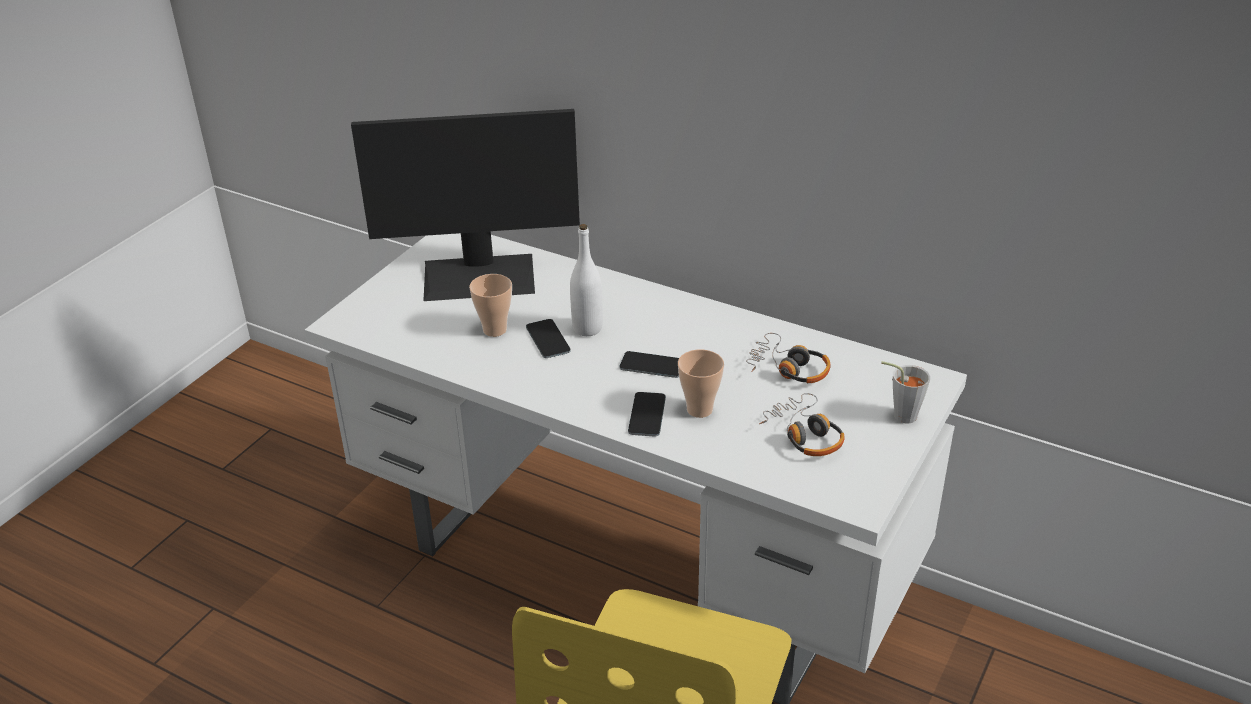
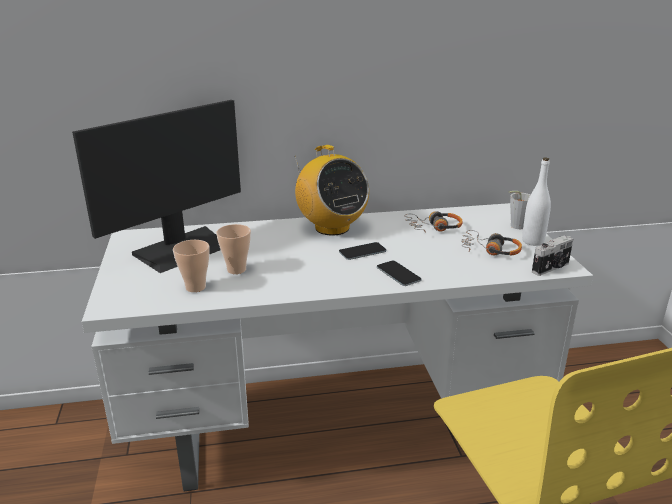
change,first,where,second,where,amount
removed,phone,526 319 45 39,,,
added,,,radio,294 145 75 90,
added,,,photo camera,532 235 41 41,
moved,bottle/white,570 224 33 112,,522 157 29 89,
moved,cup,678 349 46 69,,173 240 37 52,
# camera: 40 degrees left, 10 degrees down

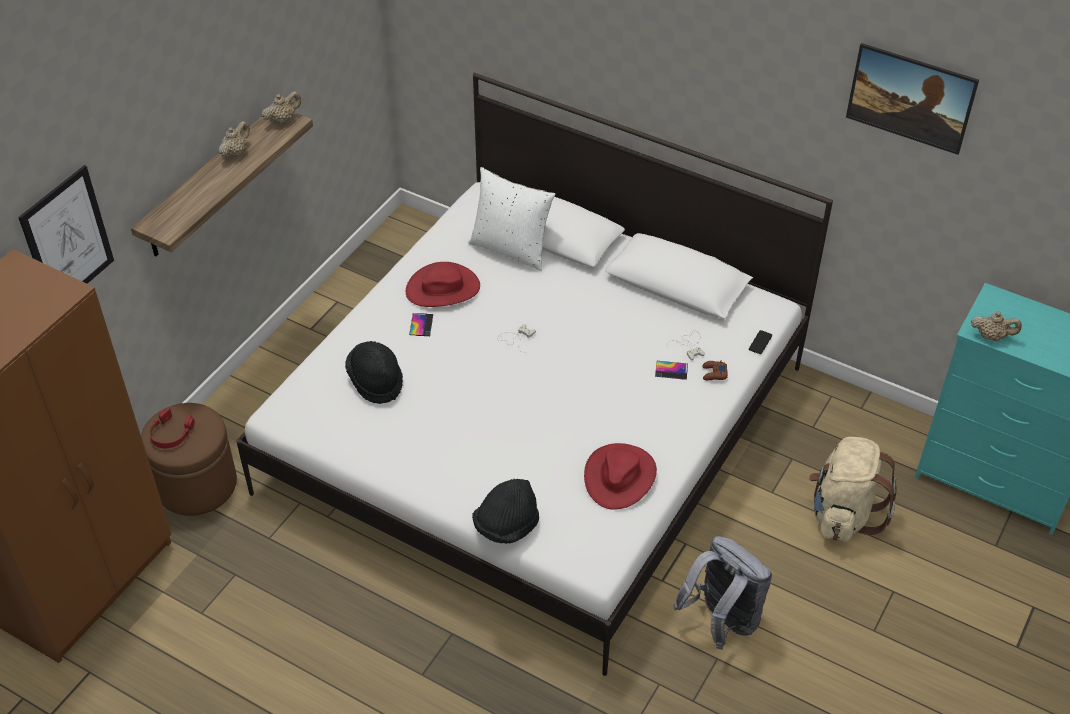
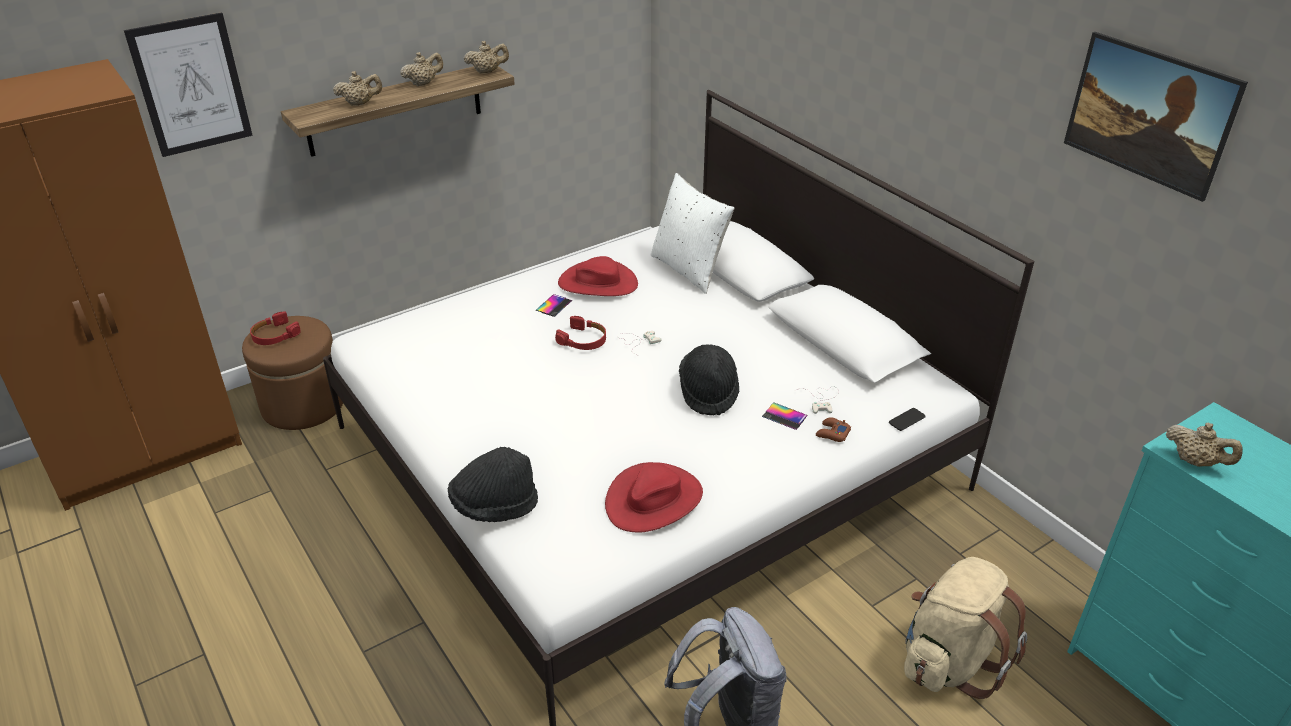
change,first,where,second,where,amount
added,,,teapot/beige,333 71 49 35,
added,,,headphones/red,555 316 51 34,
moved,hat/black,345 341 58 63,,679 344 61 71,
# camera: 25 degrees right, 10 degrees down

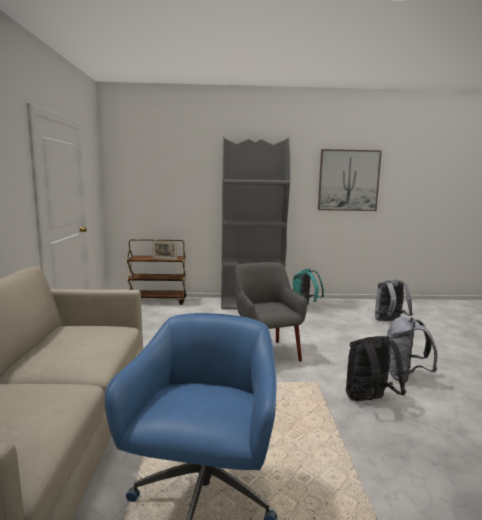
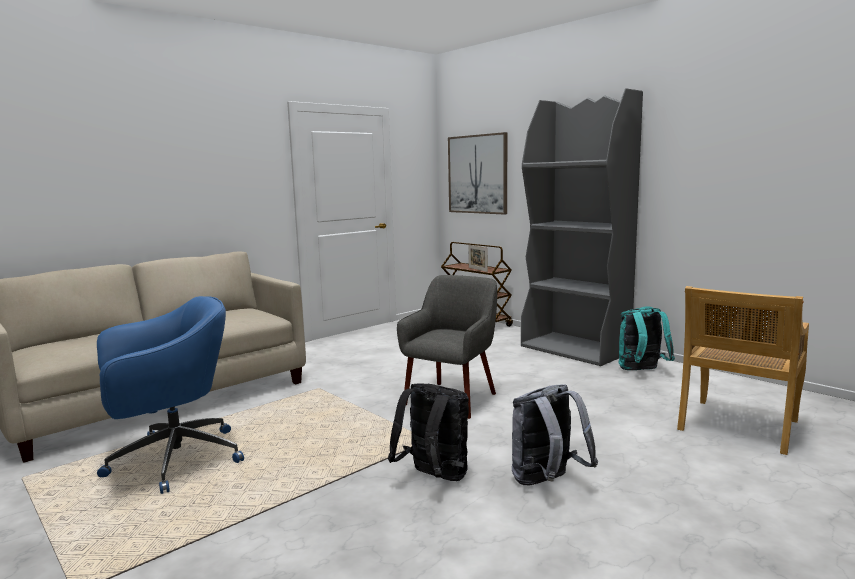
change,first,where,second,where,amount
moved,picture,318 149 64 62,,448 132 59 82,
replaced,backpack/grey,375 280 38 41,chair/beige,677 286 132 169,
# camera: 50 degrees right, 0 degrees up

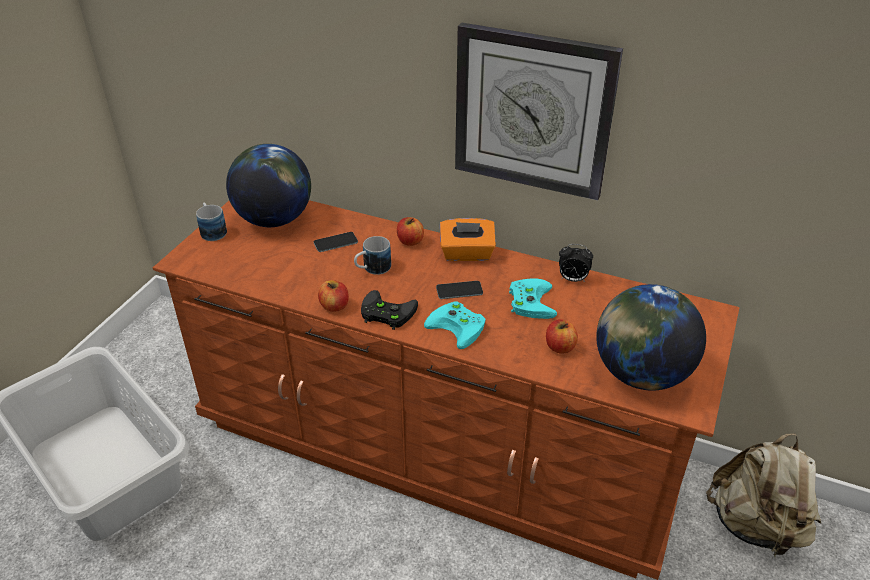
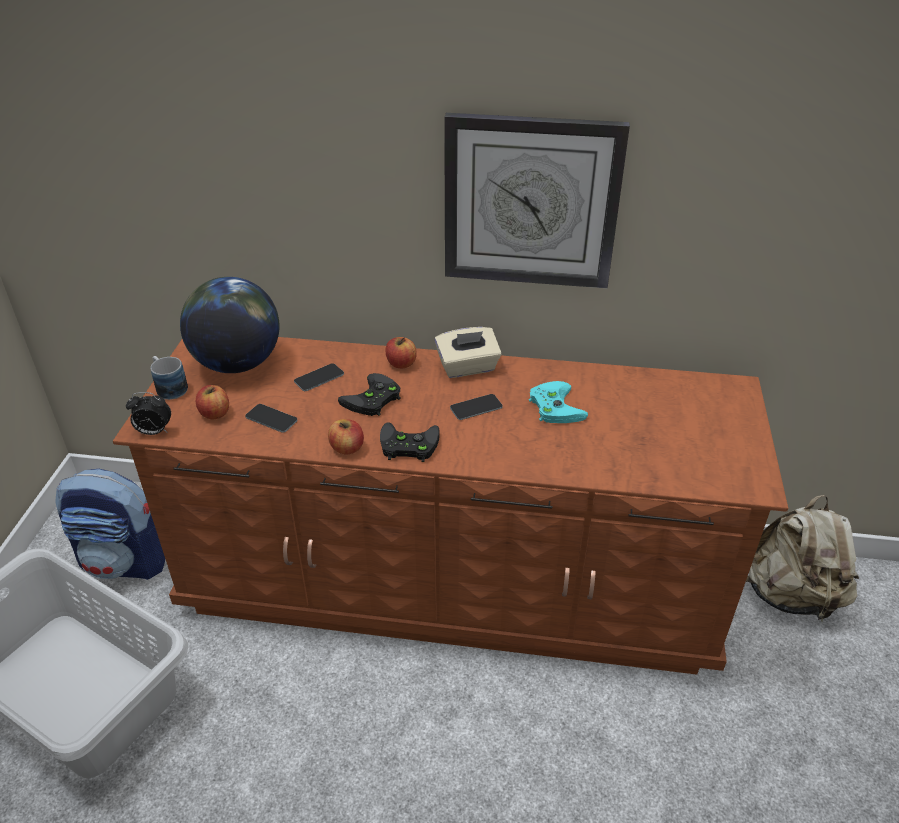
change,first,where,second,where,amount
removed,game controller/turquoise,424 301 62 48,,,
removed,globe,596 284 110 107,,,
added,,,backpack,55 469 110 111,
added,,,phone,245 404 52 29,
moved,apple,546 319 32 35,,196 385 33 35,
moved,alarm clock,559 244 34 38,,126 392 45 43,
replaced,mug,354 236 37 39,game controller/black,338 373 63 43,
recoloured,tissue box/orange,440 218 56 43,tissue box/beige,435 327 67 51,
# camera: 15 degrees left, 0 degrees up

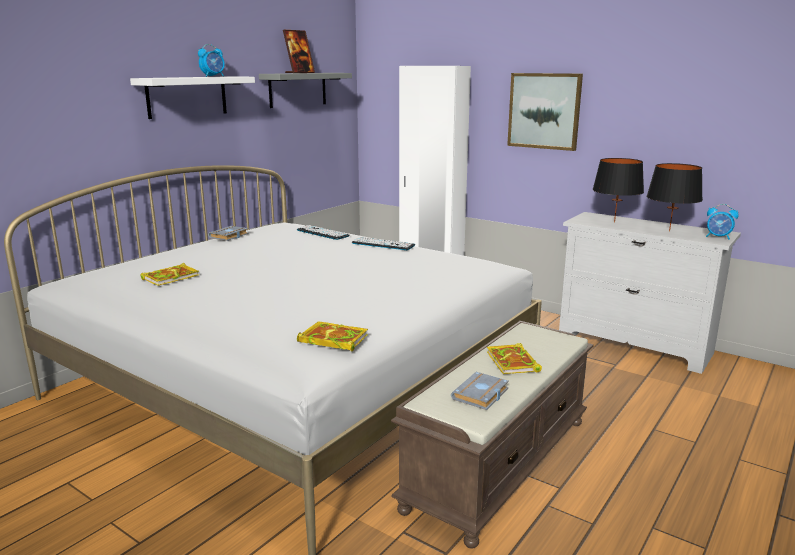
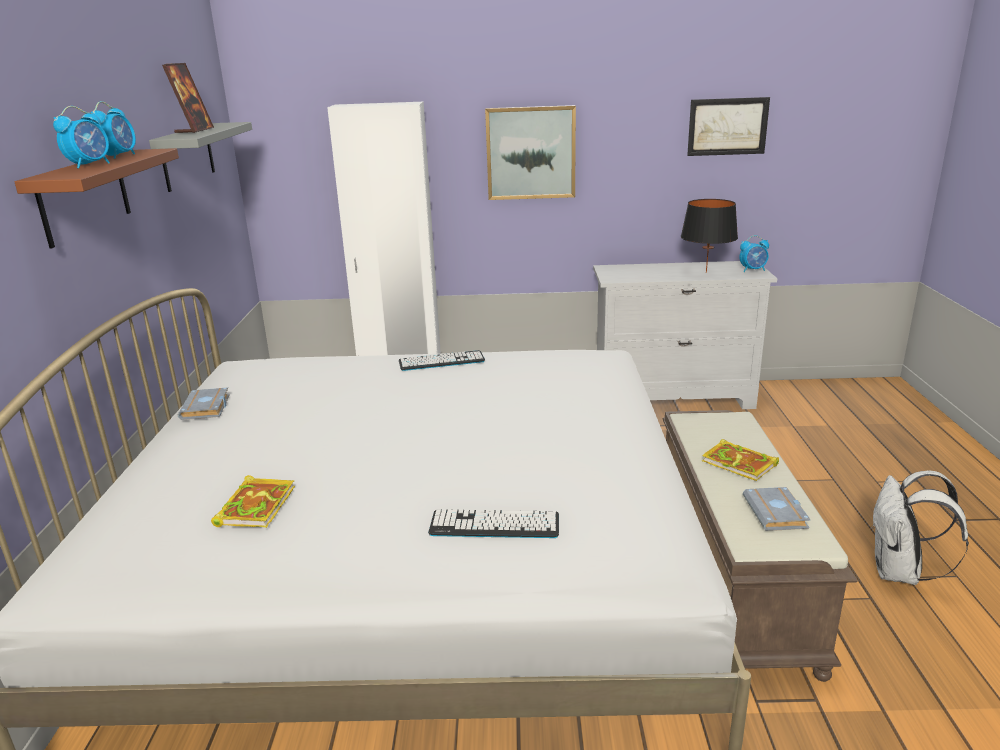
change,first,where,second,where,amount
removed,book,297 321 71 30,,,
removed,table lamp/black,592 158 52 64,,,
added,,,alarm clock,53 106 57 63,
added,,,picture,687 97 83 59,
added,,,backpack/white,871 470 98 115,
moved,keyboard,297 225 52 15,,428 509 131 29,
recoloured,shelf/white,130 76 125 43,shelf/brown,14 148 165 101,
# camera: 35 degrees left, 5 degrees up

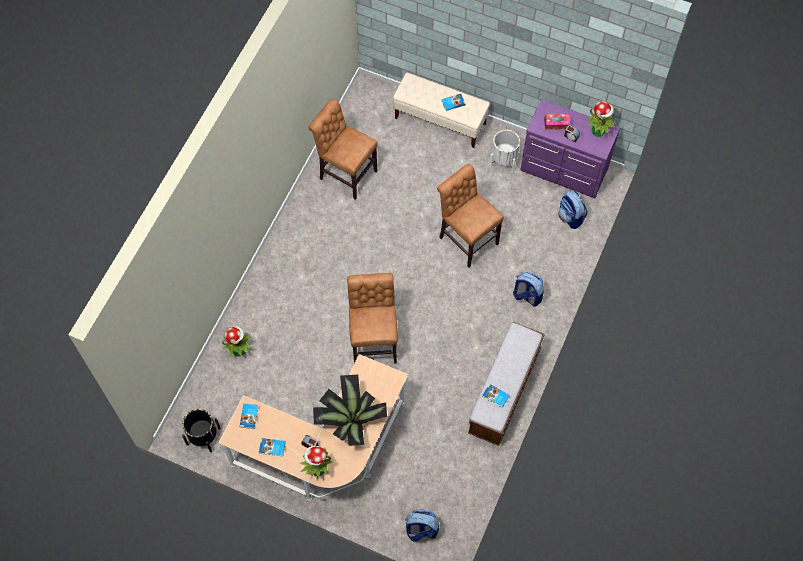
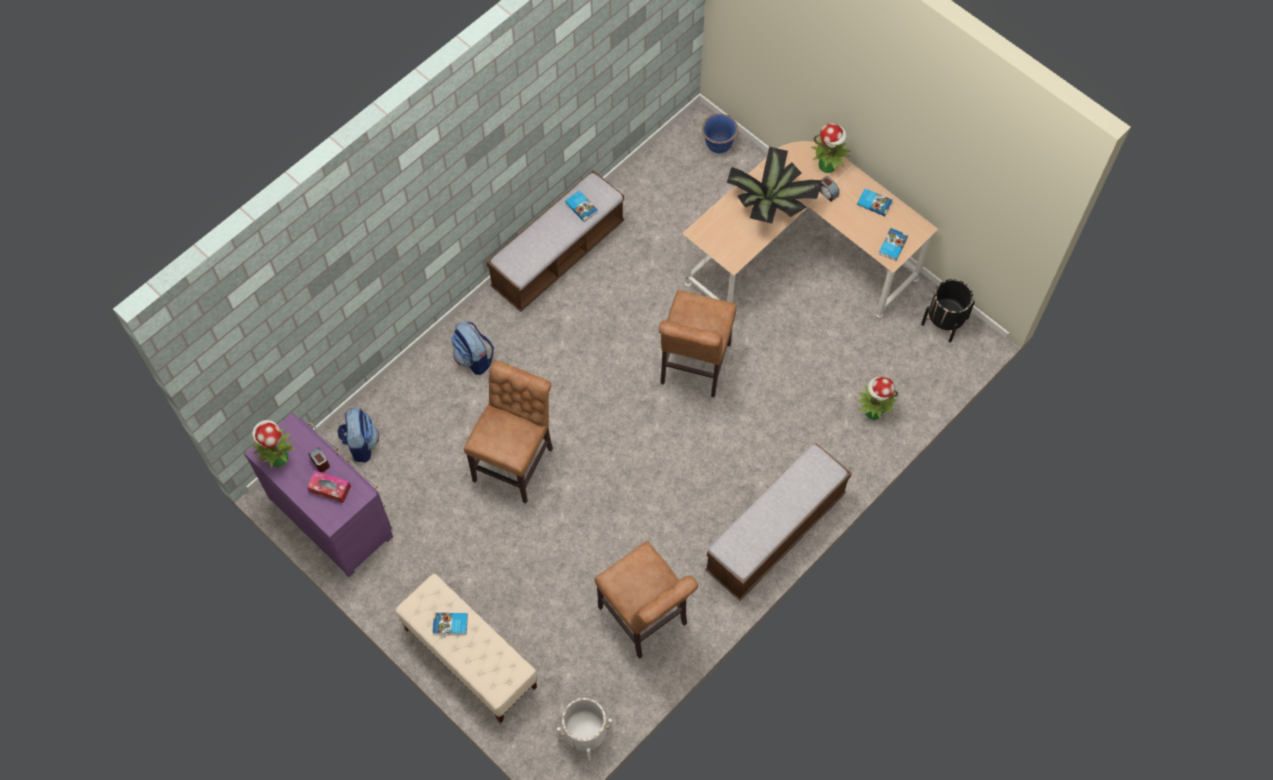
change,first,where,second,where,amount
added,,,bench,705 443 147 158,
moved,planter/white,490 130 30 43,,557 698 55 63,
replaced,backpack,405 509 34 33,planter/blue,702 114 36 39,
turned,chair/brown,437 164 67 104,,464 361 89 143,135 degrees counterclockwise
# camera: 160 degrees left, 0 degrees up

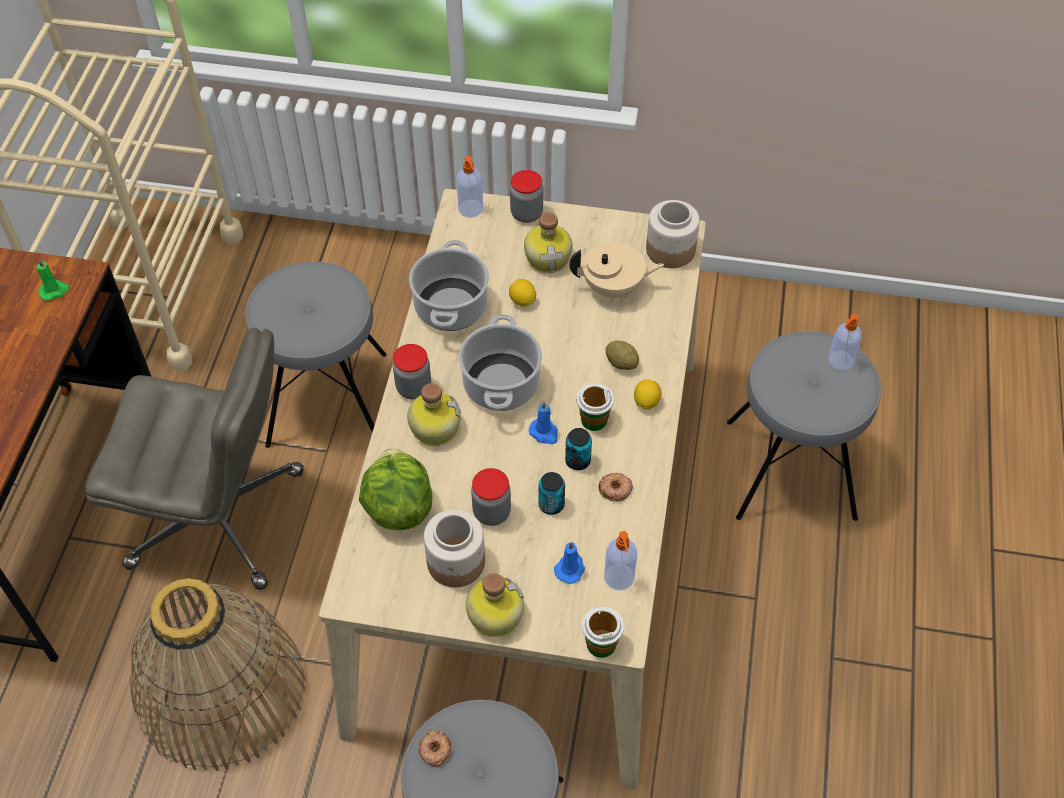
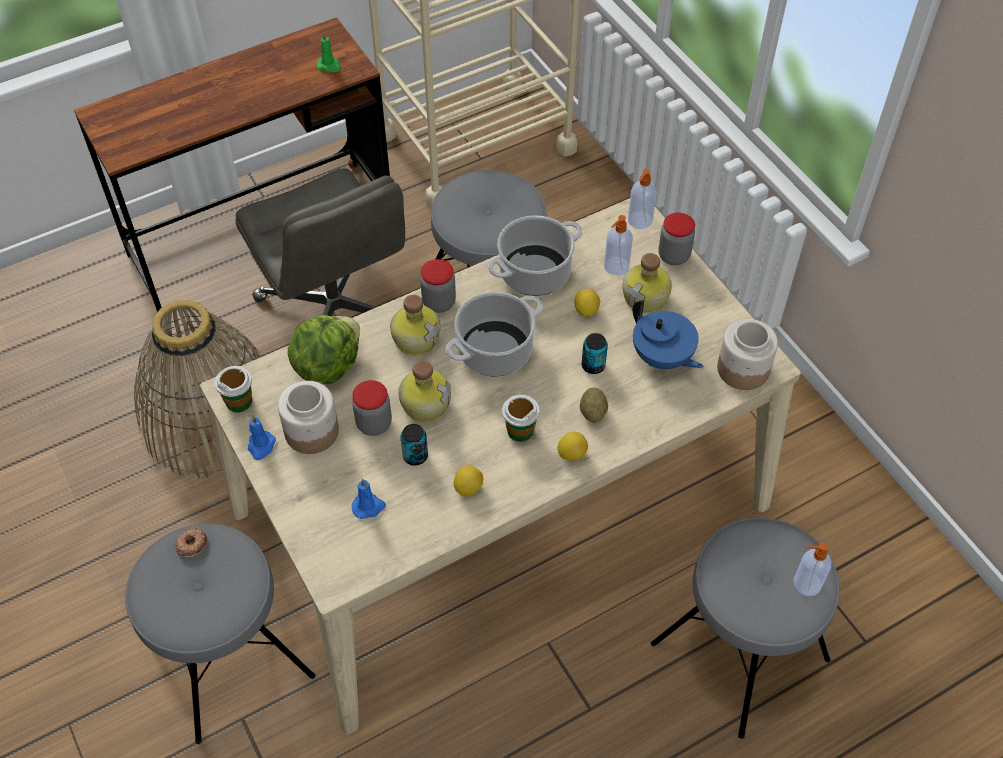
change,first,where,second,where,amount
moved,bottle,466 573 58 64,,398 360 53 62,
moved,candle/blue,529 401 29 43,,248 416 28 44,
moved,can,565 428 27 42,,582 333 26 41,
moved,cup,582 607 42 51,,215 366 37 47,
moved,soap dispenser,604 531 33 59,,604 215 29 61,
replaced,donut,598 473 35 29,lemon,453 465 30 31,
recoloured,teapot/beige,570 242 94 58,teapot/blue,633 300 71 69,
# camera: 50 degrees right, 0 degrees up

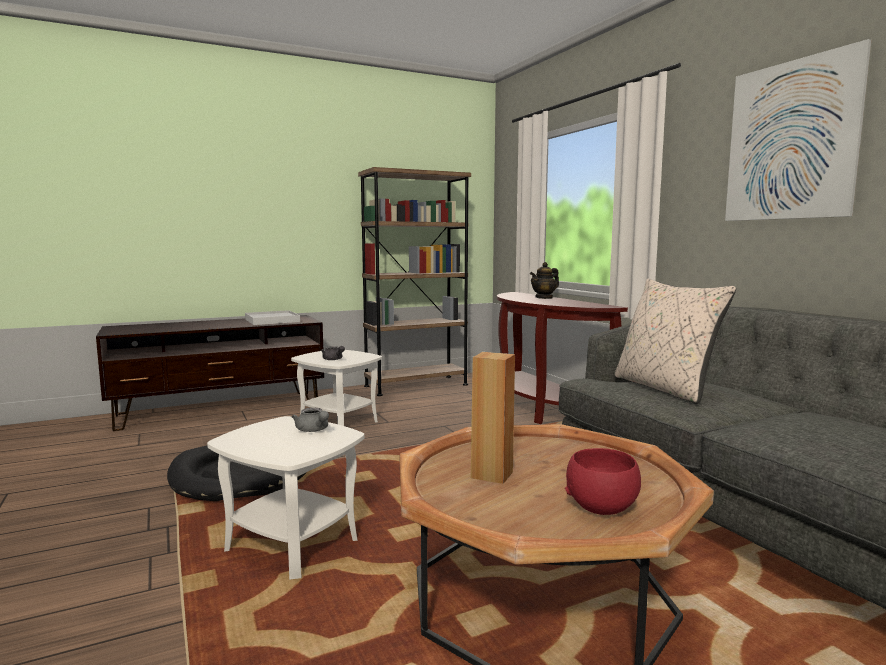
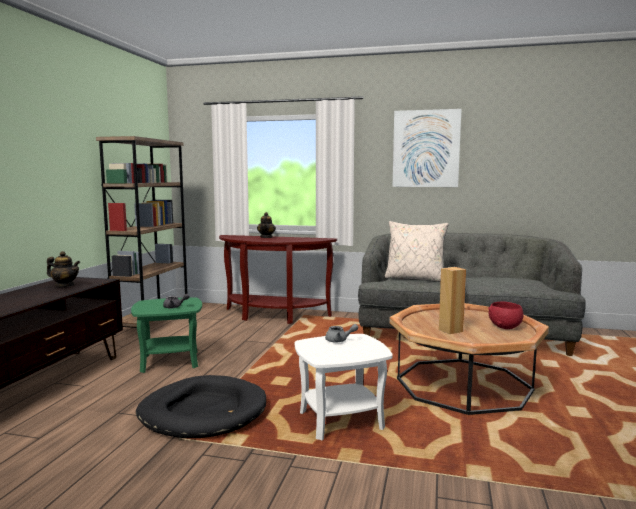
change,first,where,second,where,amount
replaced,tray/white,245 310 55 15,teapot,47 251 33 36,
recoloured,side table/white,291 350 91 76,side table/green,131 297 71 76,
# camera: 50 degrees left, 0 degrees up

